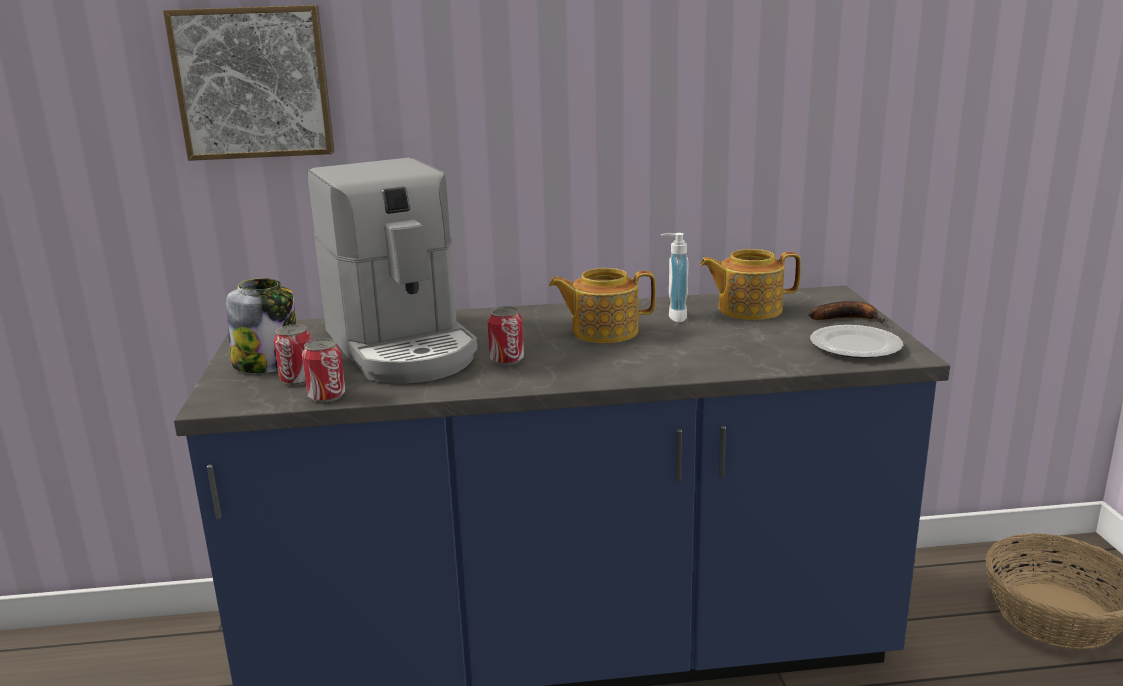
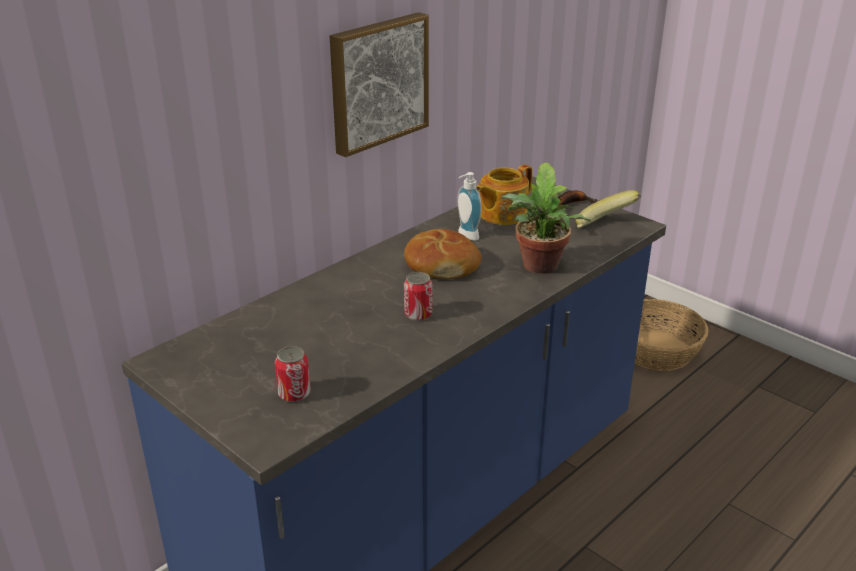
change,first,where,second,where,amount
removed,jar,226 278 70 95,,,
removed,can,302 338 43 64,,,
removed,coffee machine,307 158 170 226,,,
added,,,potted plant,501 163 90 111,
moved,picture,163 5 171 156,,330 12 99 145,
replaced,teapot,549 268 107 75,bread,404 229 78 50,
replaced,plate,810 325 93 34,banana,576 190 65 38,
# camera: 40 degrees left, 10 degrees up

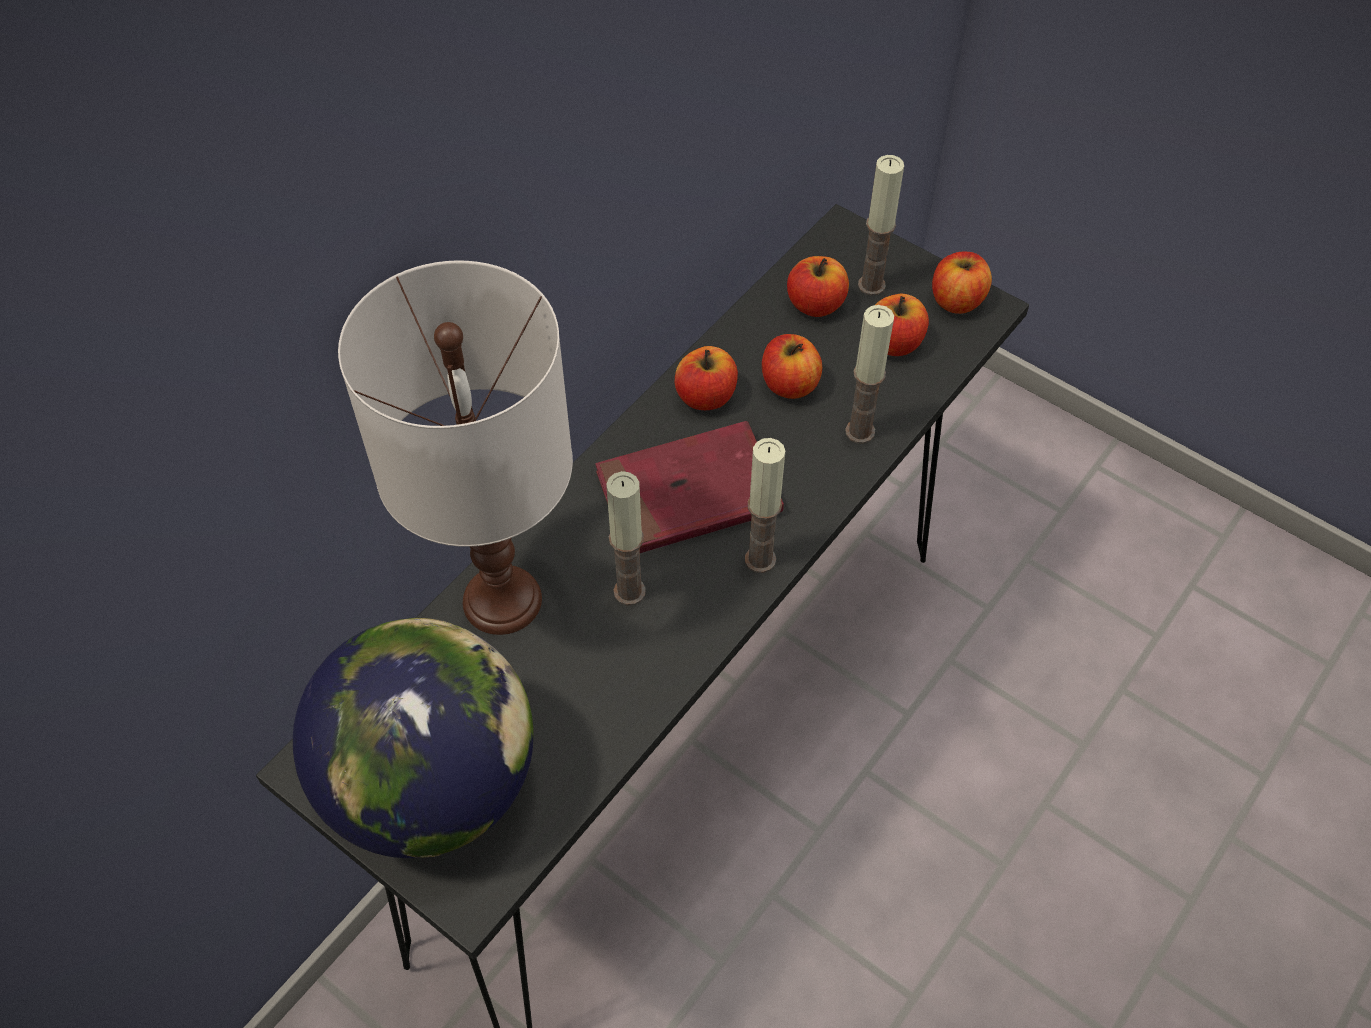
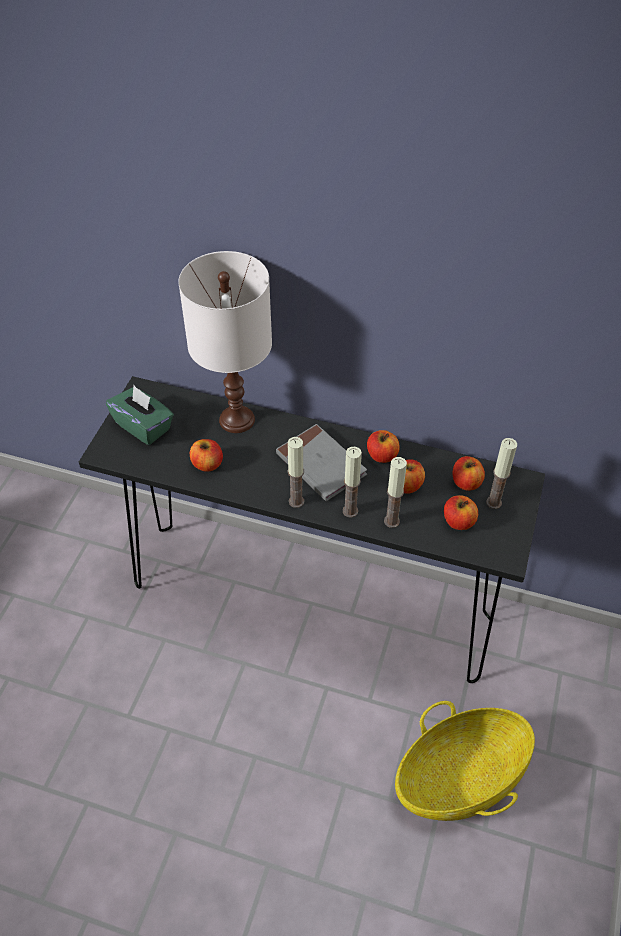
change,first,where,second,where,amount
added,,,basket,395 701 140 120,
moved,candle,606 471 39 134,,343 447 19 71,
moved,apple,932 252 60 62,,190 439 33 32,
replaced,globe,293 618 241 240,tissue box/green,106 385 68 60,
recoloured,book/red,595 421 189 132,book/grey,276 424 91 77,
# camera: 70 degrees right, 5 degrees down

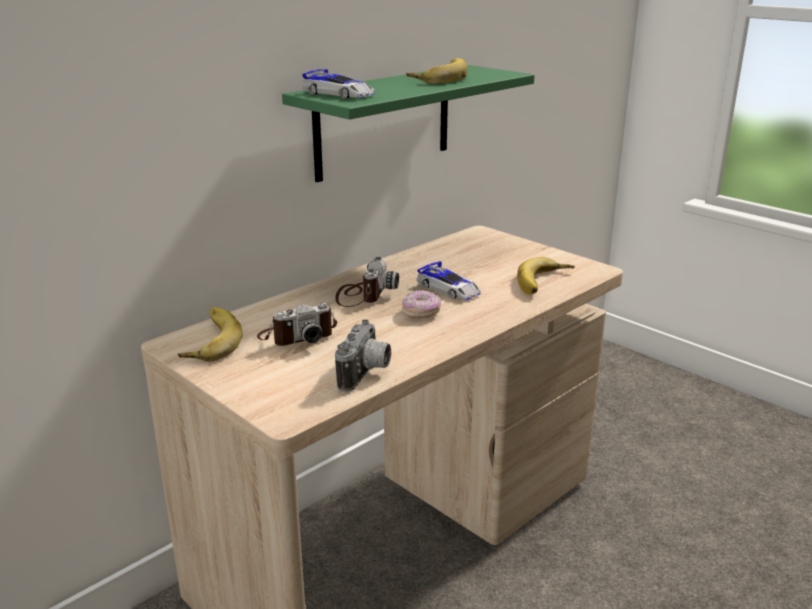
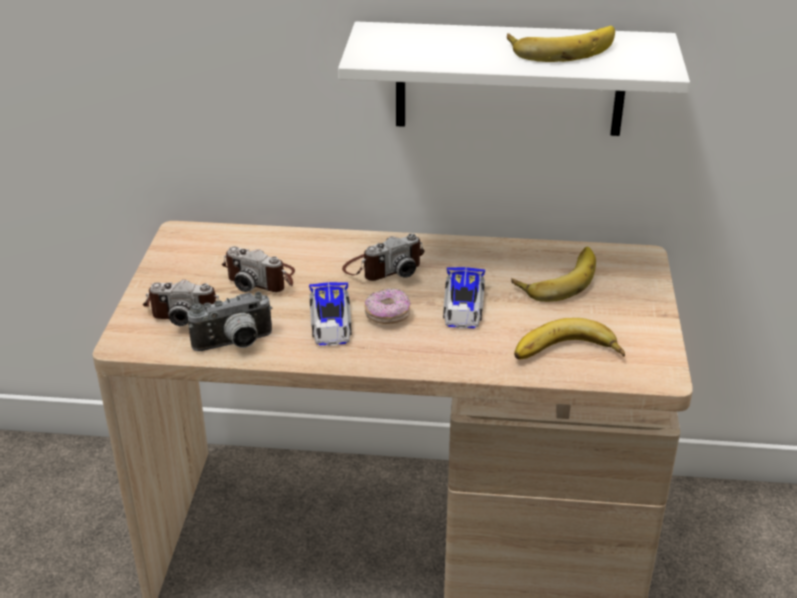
change,first,where,second,where,amount
added,,,photo camera,143 280 77 46,
moved,banana,178 307 65 54,,511 247 85 55,
moved,toy car,302 69 72 30,,309 282 43 64,
recoloured,shelf/green,282 65 253 117,shelf/white,338 22 352 114,
# camera: 50 degrees right, 10 degrees up

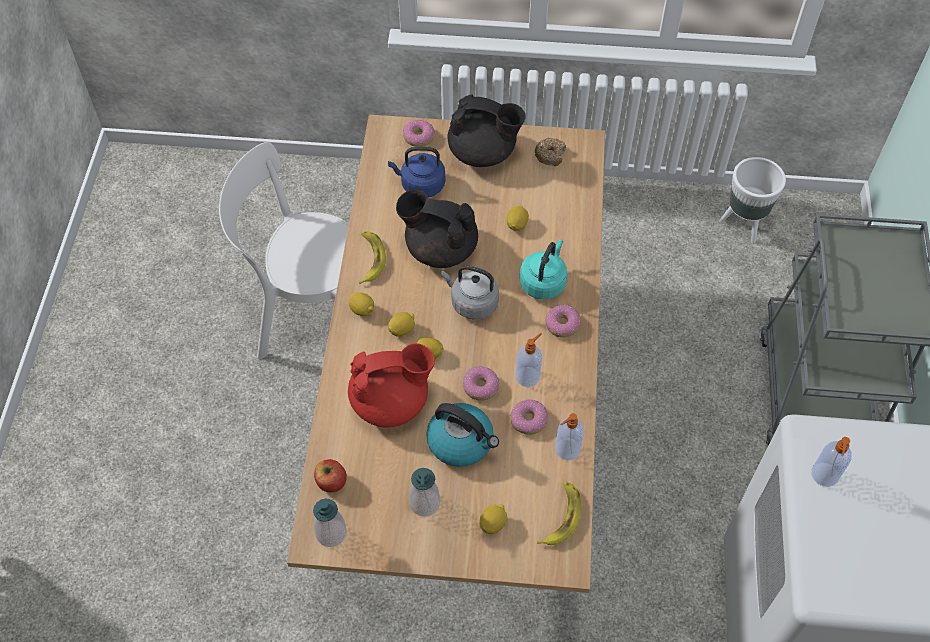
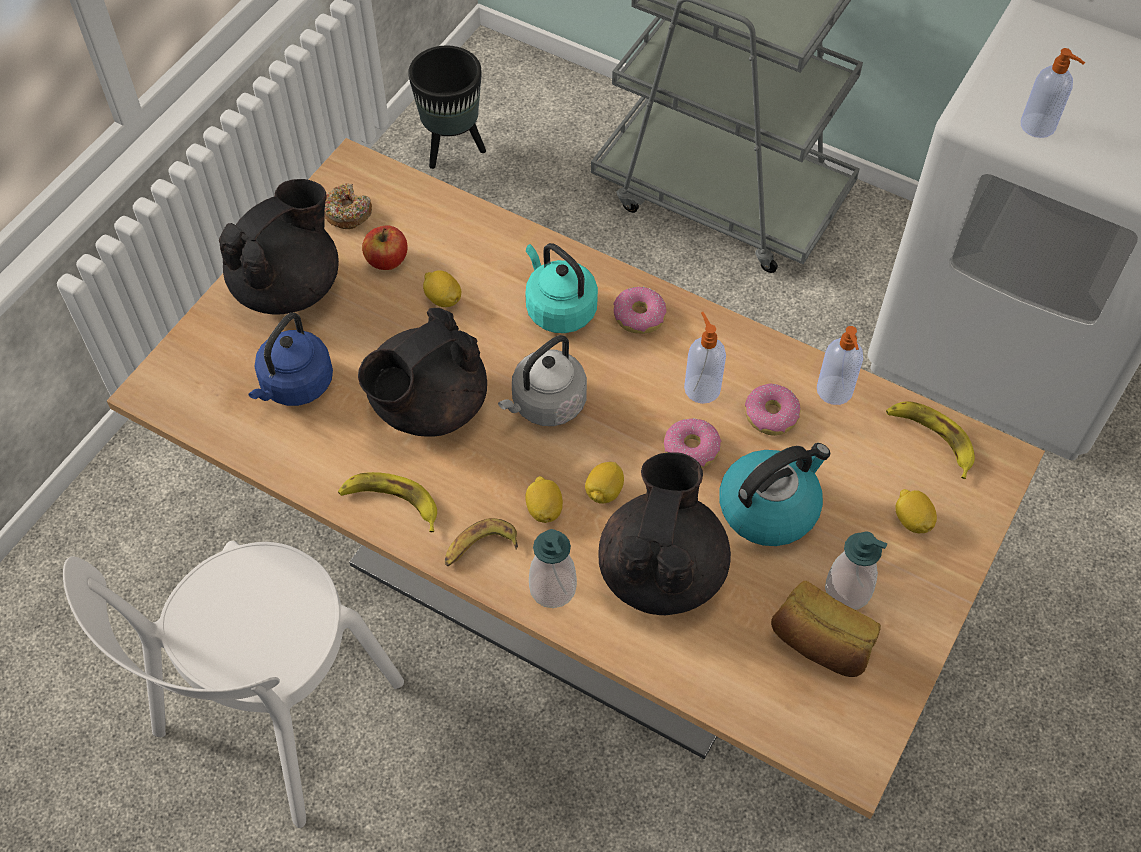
change,first,where,second,where,amount
removed,donut,403 120 32 27,,,
added,,,bread,771 581 110 96,
moved,soap dispenser,313 498 34 49,,529 529 48 79,
moved,apple,314 459 33 33,,362 225 46 45,
replaced,lemon,349 292 25 24,banana,445 518 73 48,
recoloured,teapot/red,348 343 87 85,teapot/black,598 452 133 163,
recoloured,planter/white,719 157 67 87,planter/black,408 45 78 124,
# camera: 65 degrees left, 0 degrees up

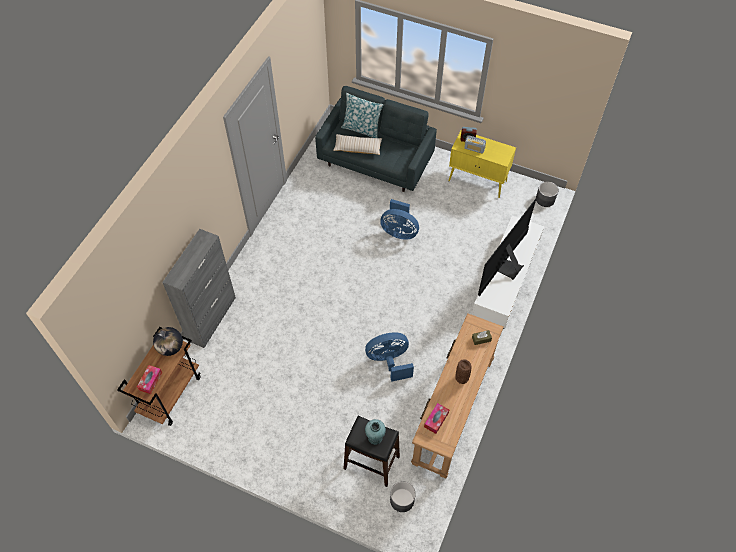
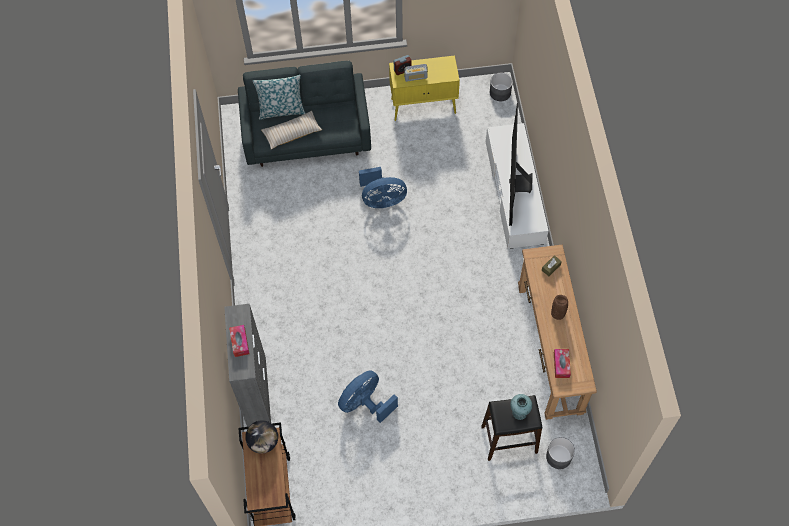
change,first,where,second,where,amount
moved,tissue box,137 365 25 29,,229 325 21 32,
moved,fan/blue,365 333 49 49,,338 370 60 53,
# camera: 30 degrees left, 5 degrees up

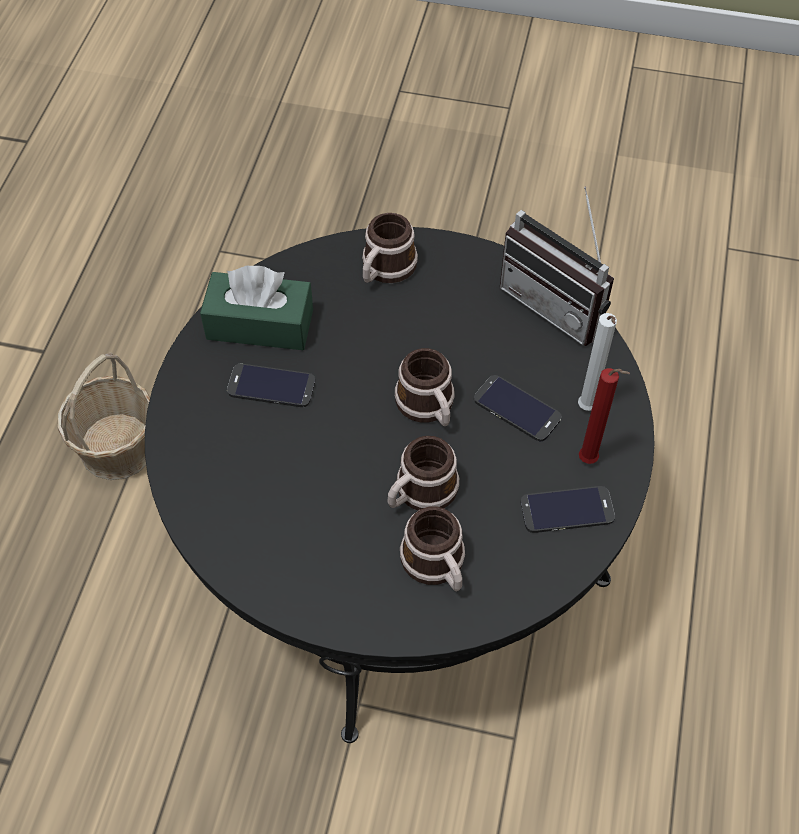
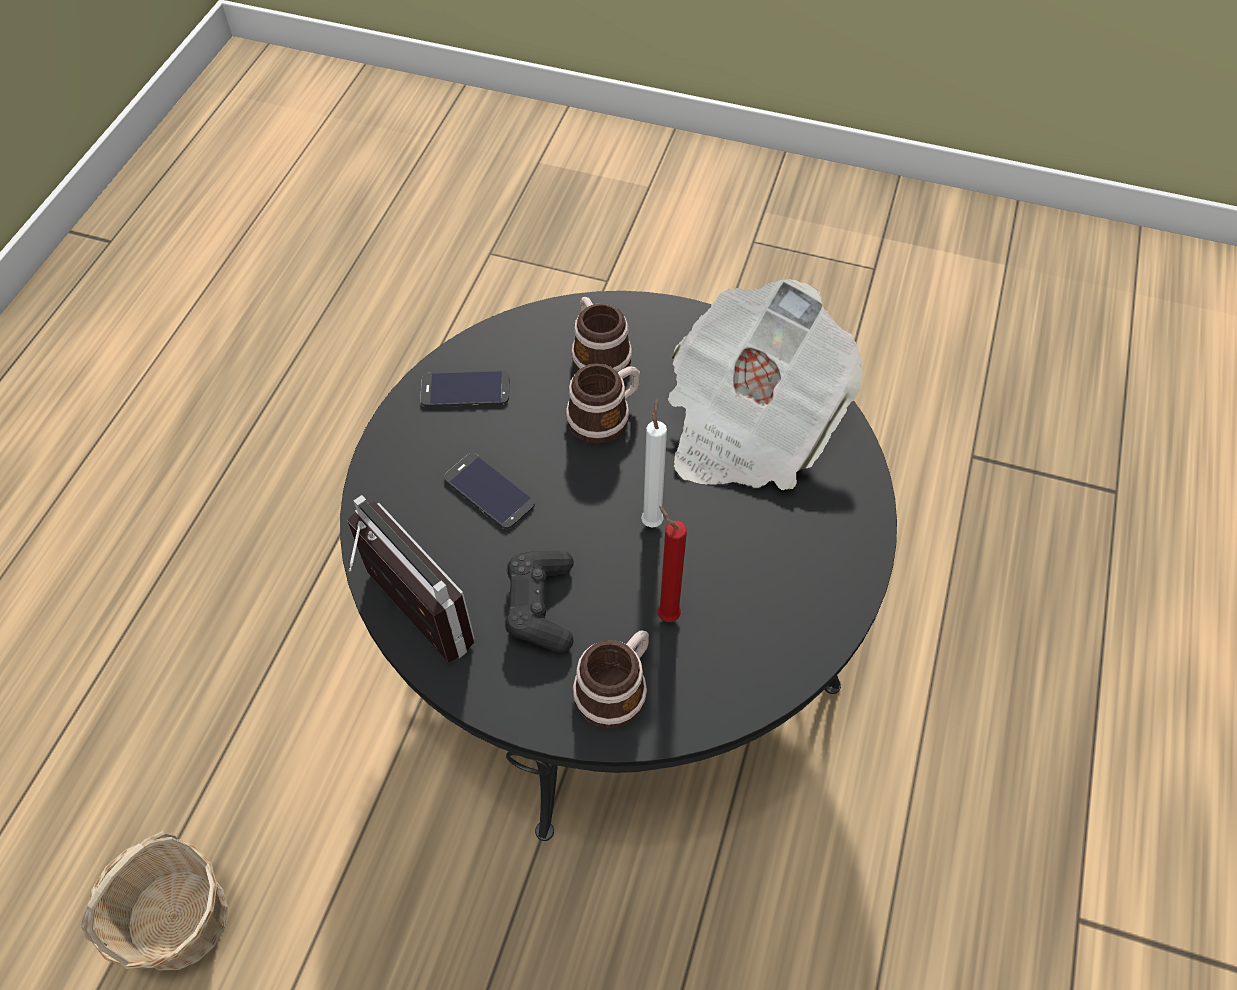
change,first,where,second,where,amount
removed,tissue box/green,200 266 113 84,,,
removed,phone,227 364 88 43,,,
removed,mug,395 348 59 78,,,
added,,,game controller/black,504 551 70 102,
added,,,newspaper,668 279 195 211,
moved,basket,57 353 93 127,,80 832 148 138,
moved,candle/white,578 313 39 98,,641 399 26 129,
moved,candle/red,579 368 51 96,,658 506 29 116,
# camera: 175 degrees left, 0 degrees up

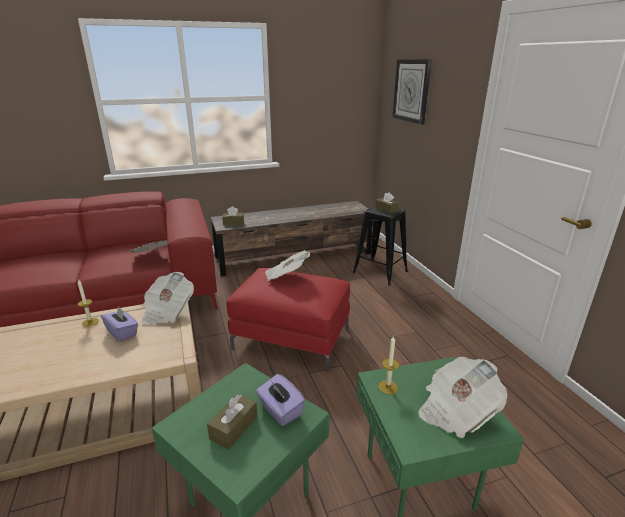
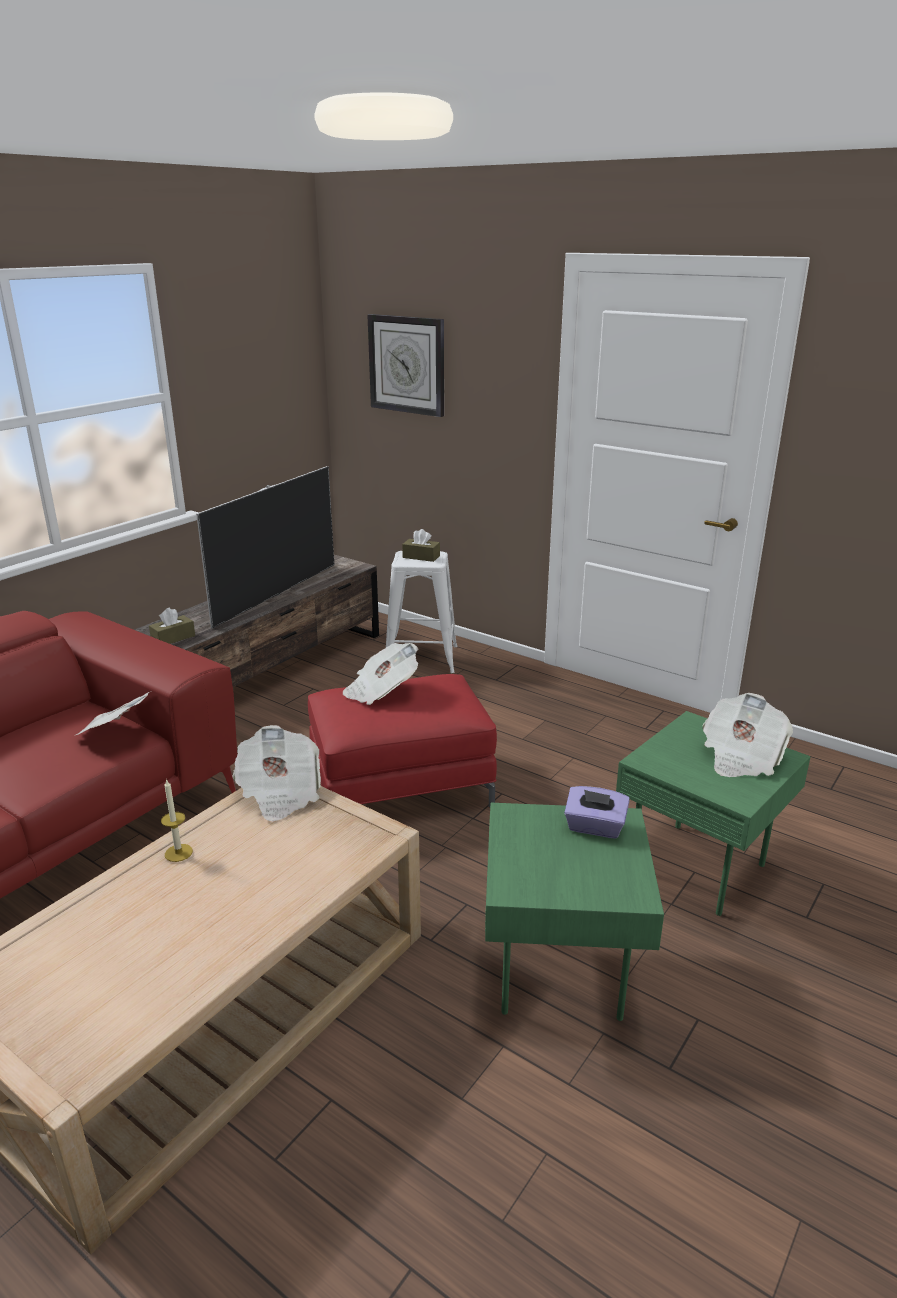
change,first,where,second,where,amount
removed,tissue box/purple,101 306 37 36,,,
removed,tissue box/brown,207 394 51 55,,,
removed,candle,378 336 21 59,,,
added,,,television,196 466 138 162,
recoloured,stool/black,353 205 55 80,stool/white,386 551 71 122,
# camera: 35 degrees left, 0 degrees up

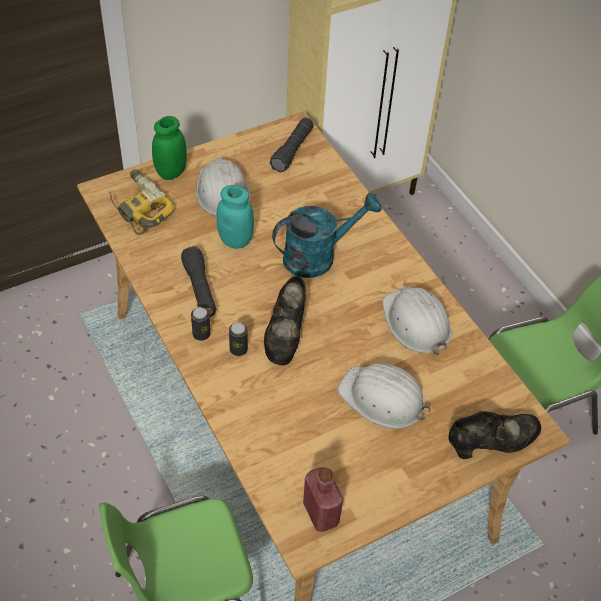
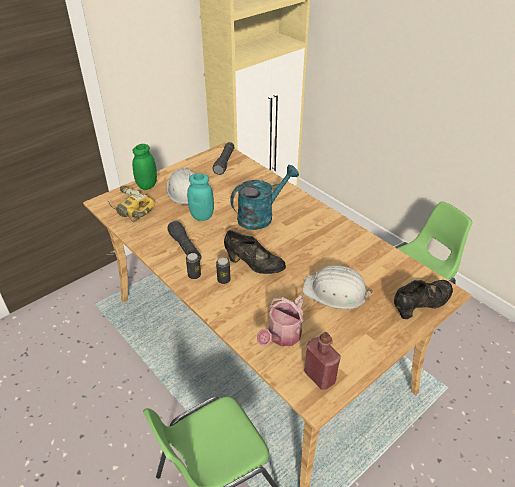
change,first,where,second,where,amount
removed,hard hat/white,382 286 70 69,,,
added,,,watering can,257 295 47 51,
turned,shoe/black,264 276 42 90,,224 230 62 44,60 degrees counterclockwise
# camera: 10 degrees left, 10 degrees down

